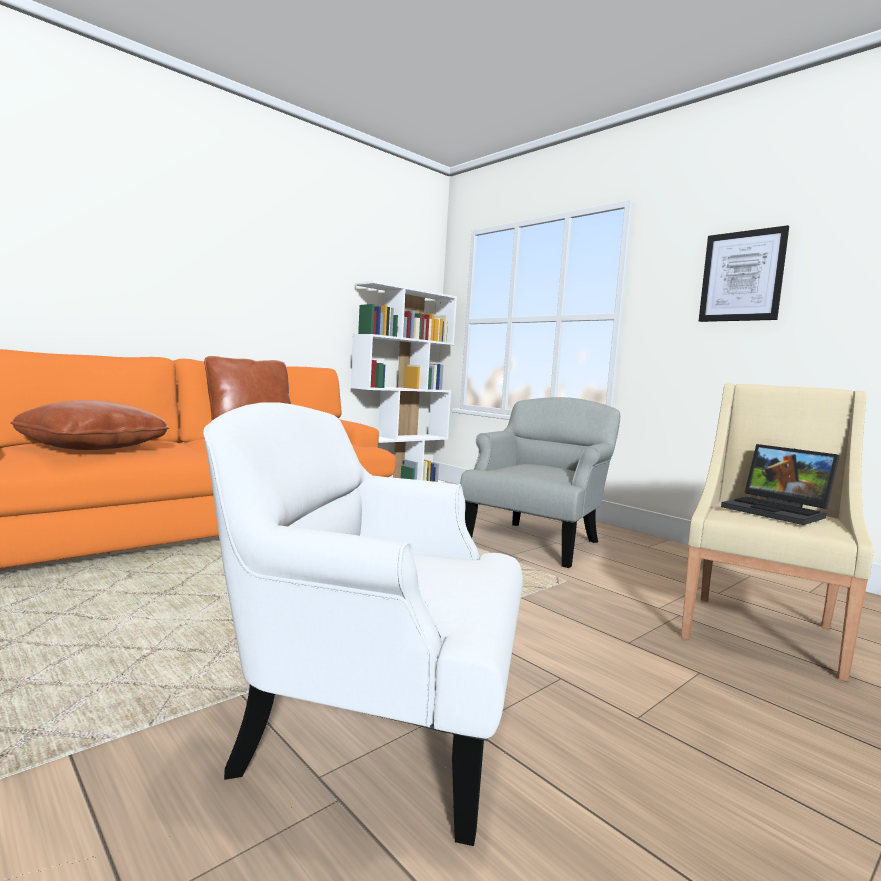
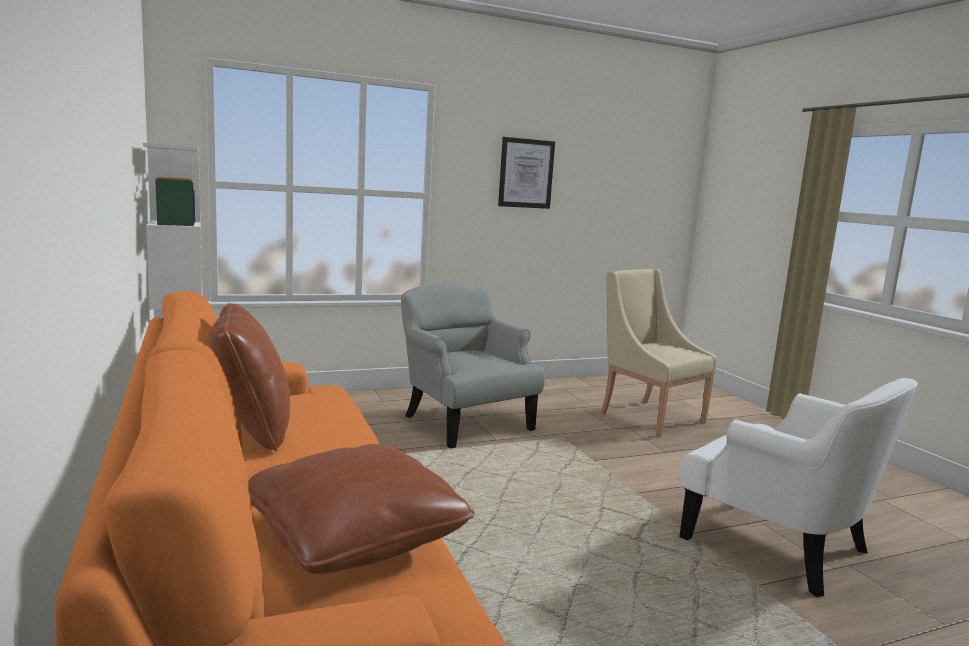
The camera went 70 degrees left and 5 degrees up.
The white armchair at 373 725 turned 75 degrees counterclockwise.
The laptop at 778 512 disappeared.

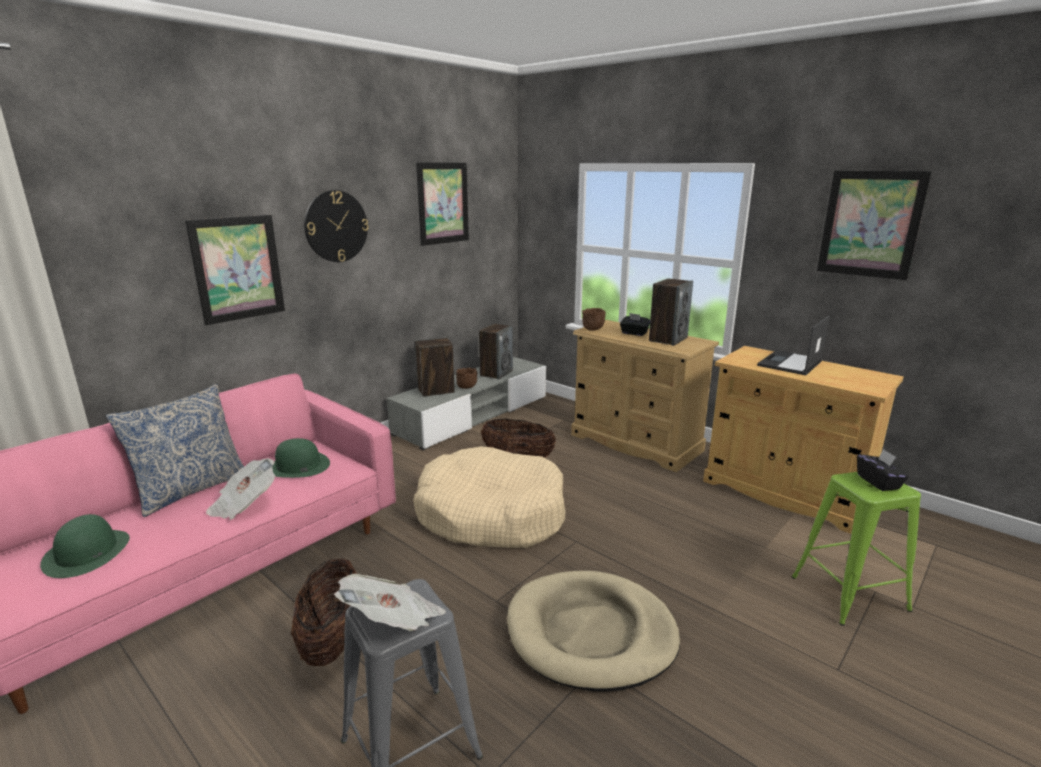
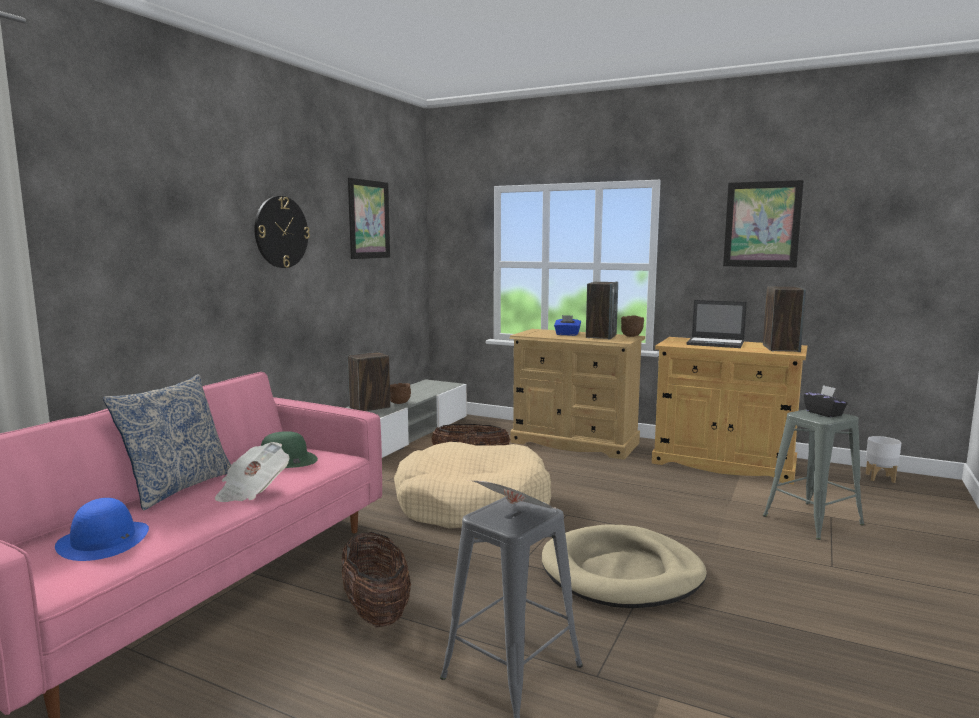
The camera went 15 degrees left and 10 degrees down.
The green hat at 87 553 became the blue hat at 103 540.
The picture at 238 268 disappeared.
The speaker moved from 496 373 to 780 348.
The brown bowl moved from 593 330 to 632 336.
The black tissue box at 634 333 became the blue tissue box at 567 334.
The laptop at 790 363 turned 90 degrees counterclockwise.
The green stool at 850 593 became the grey stool at 813 520.
The white planter at 880 478 appeared.

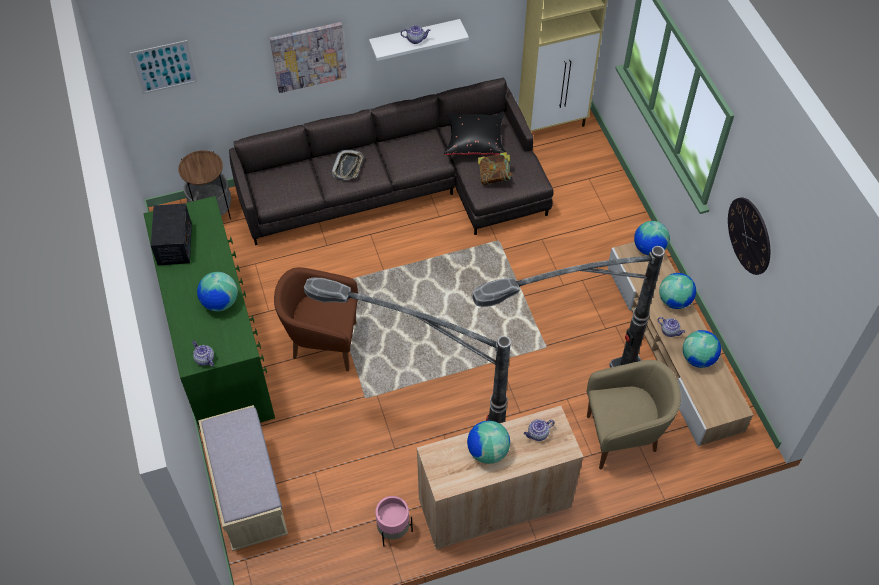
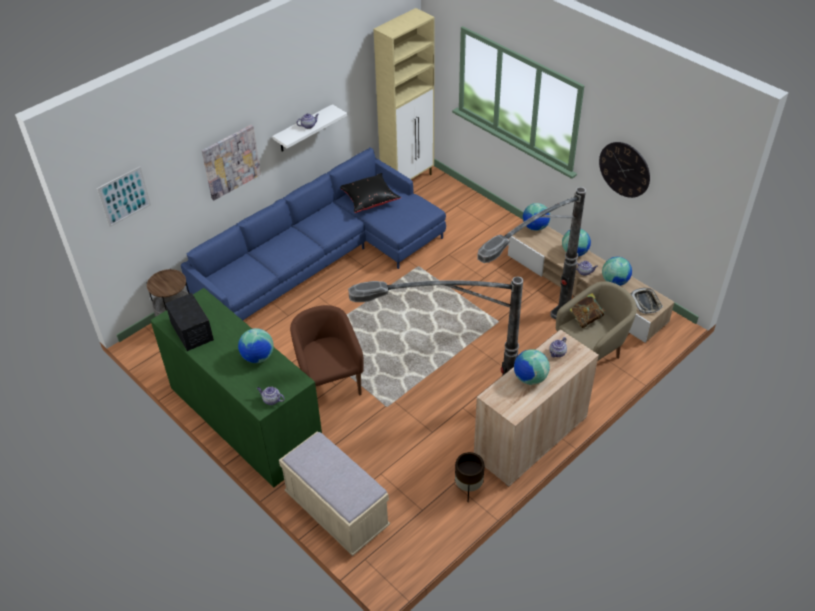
The camera went 25 degrees left and 10 degrees down.
The grey sofa at 403 188 became the blue sofa at 323 257.
The brown armchair at 323 344 turned 90 degrees clockwise.
The tray moved from 348 167 to 646 302.
The pink planter at 393 531 became the brown planter at 468 488.
The book moved from 494 177 to 585 319.

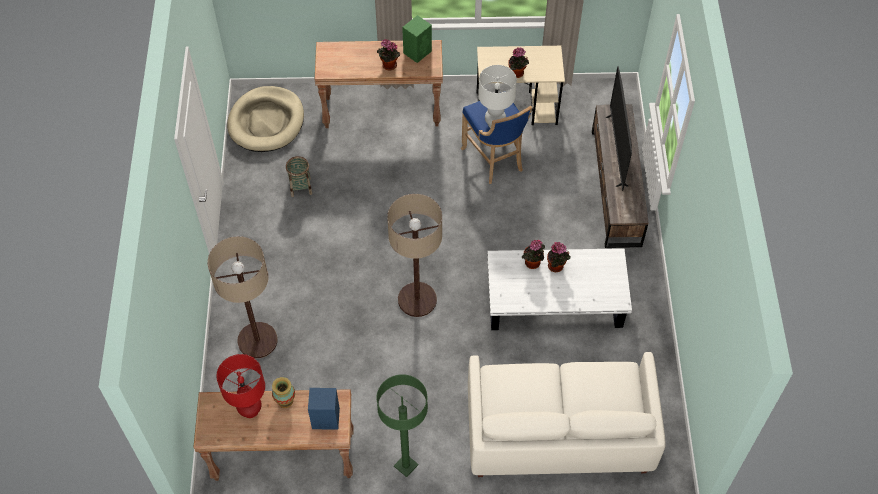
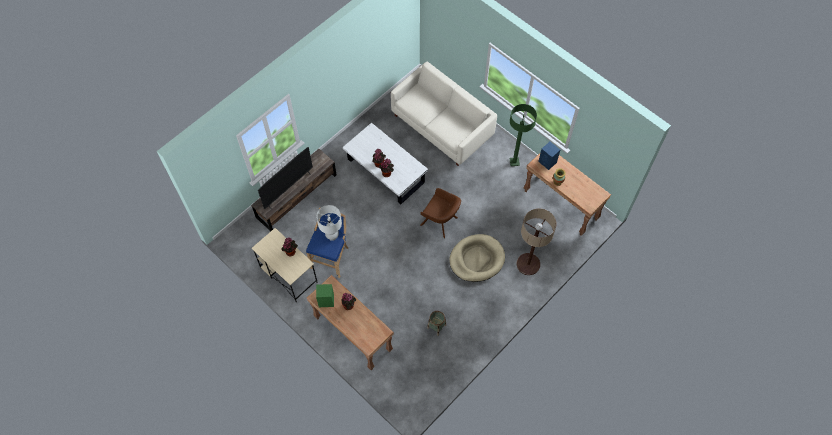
The camera went 135 degrees left and 5 degrees up.
The red table lamp at 250 410 disappeared.
The beige dog bed moved from 266 122 to 476 259.
The floor lamp at 417 299 was replaced by the brown armchair at 440 222.

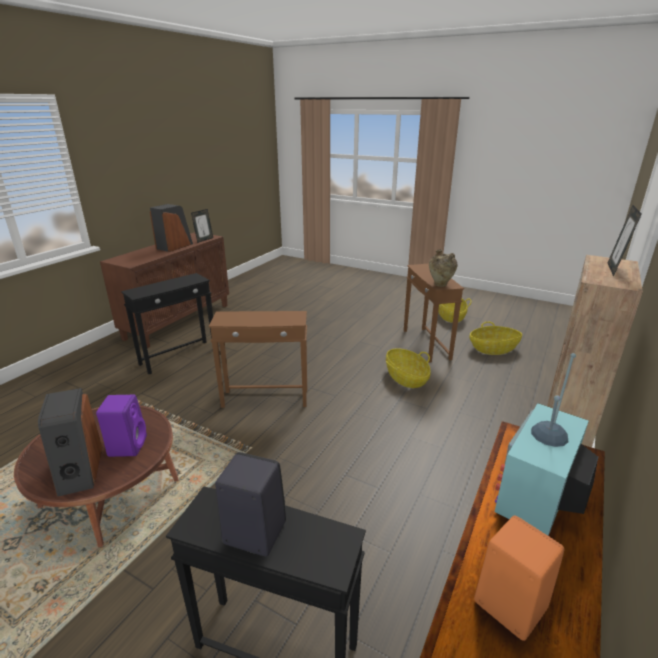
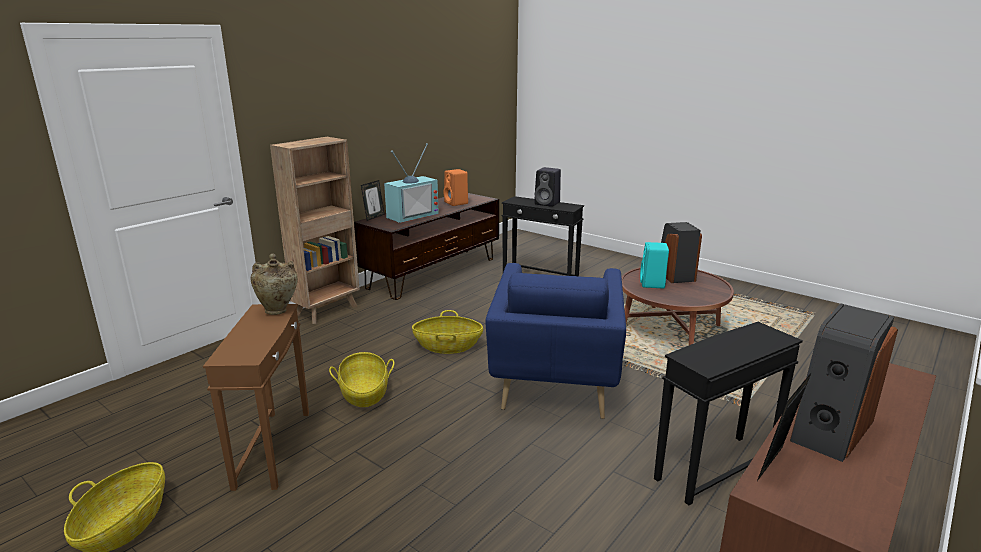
The camera went 170 degrees left and 5 degrees down.
The purple speaker at 128 445 became the turquoise speaker at 652 284.
The brown side table at 265 399 was replaced by the blue armchair at 554 385.
The basket moved from 493 349 to 448 346.
The picture frame moved from 614 270 to 374 217.

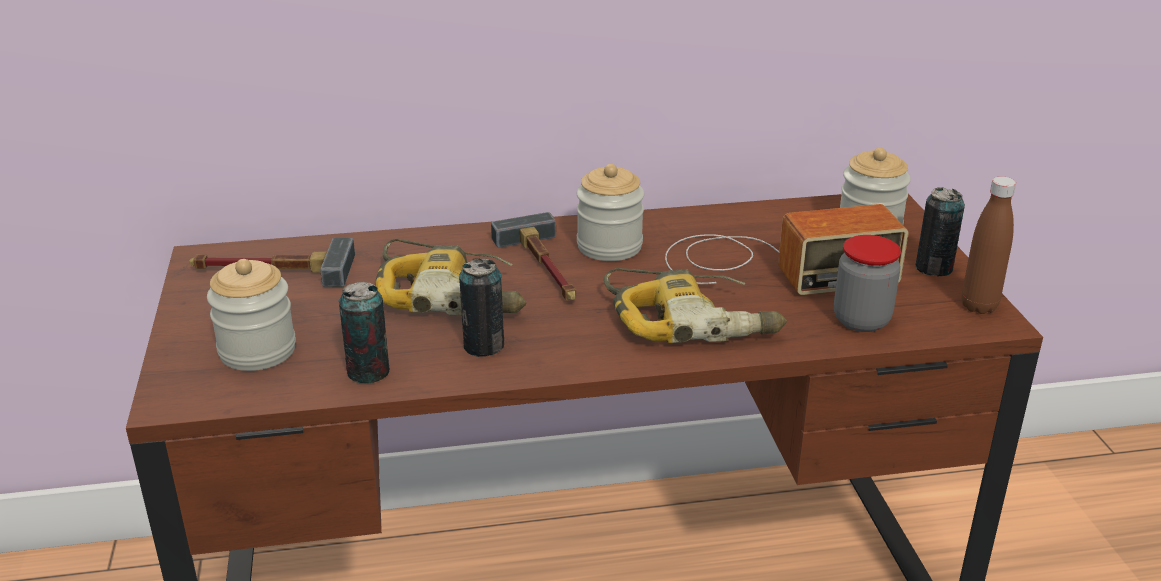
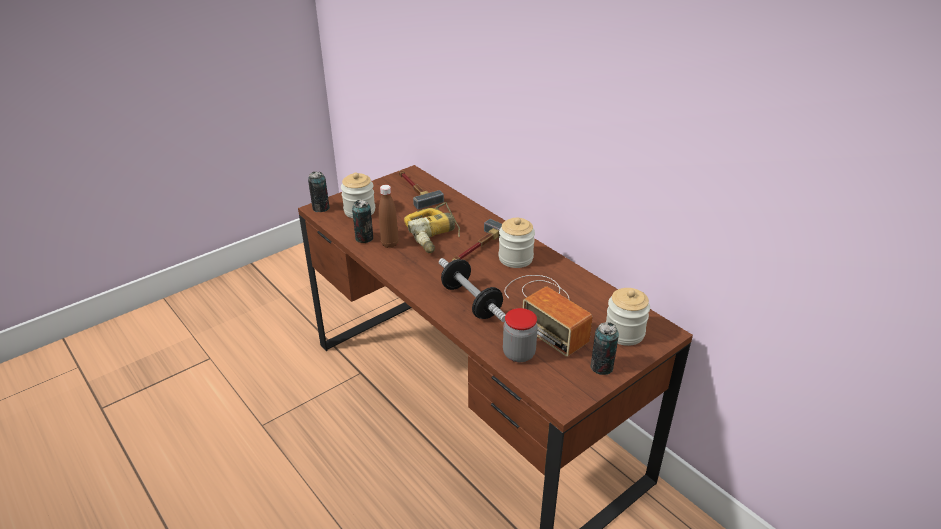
The camera went 60 degrees right and 5 degrees up.
The can moved from 484 346 to 321 208.
The power drill at 692 320 was replaced by the dumbbell at 471 302.
The brown bottle moved from 978 306 to 389 244.

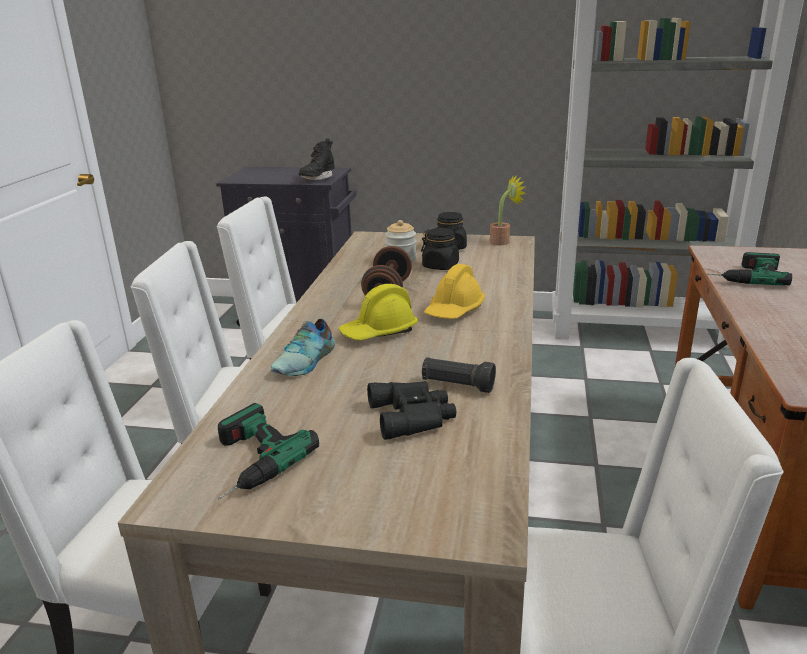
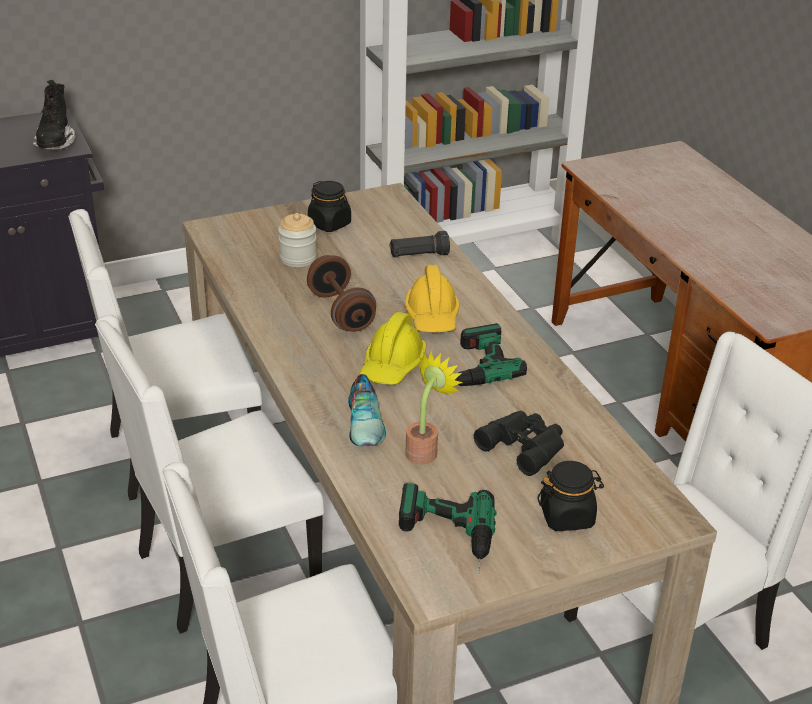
The camera went 35 degrees left and 10 degrees up.
The black jar moved from 440 266 to 567 516.
The black flashlight moved from 457 385 to 418 255.
The potted plant moved from 503 241 to 425 450.
The power drill moved from 743 275 to 469 366.

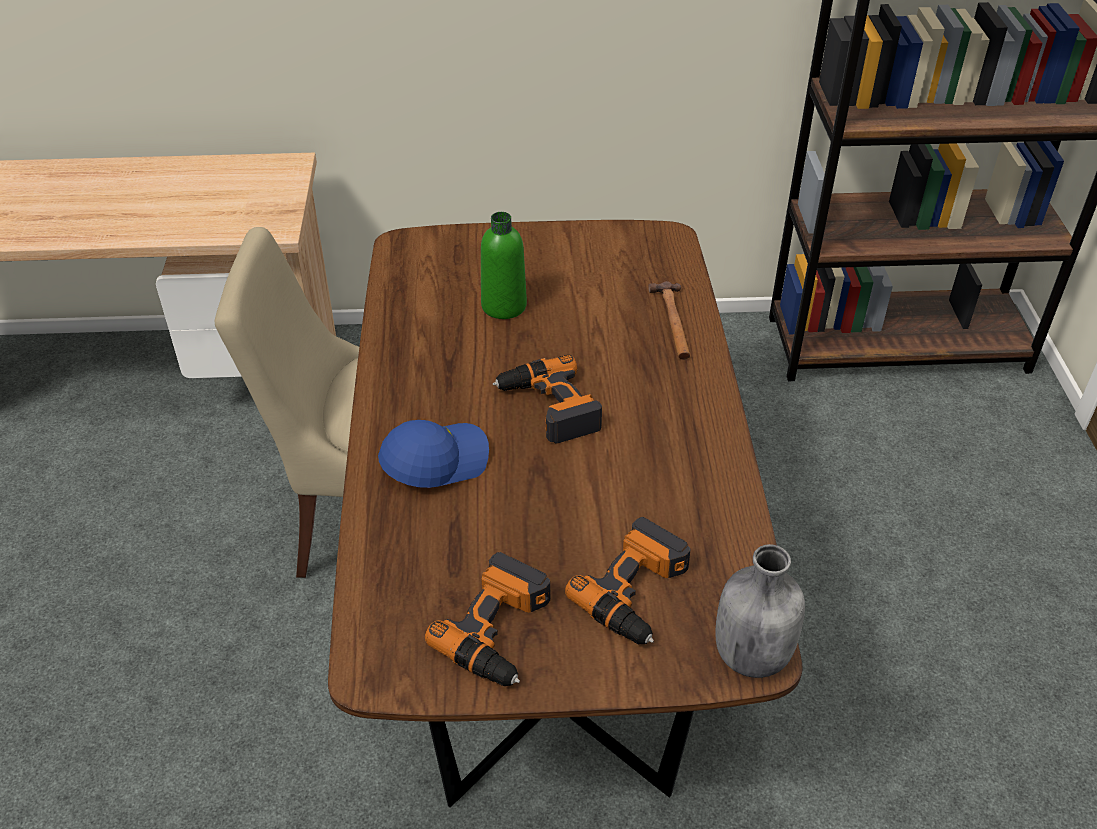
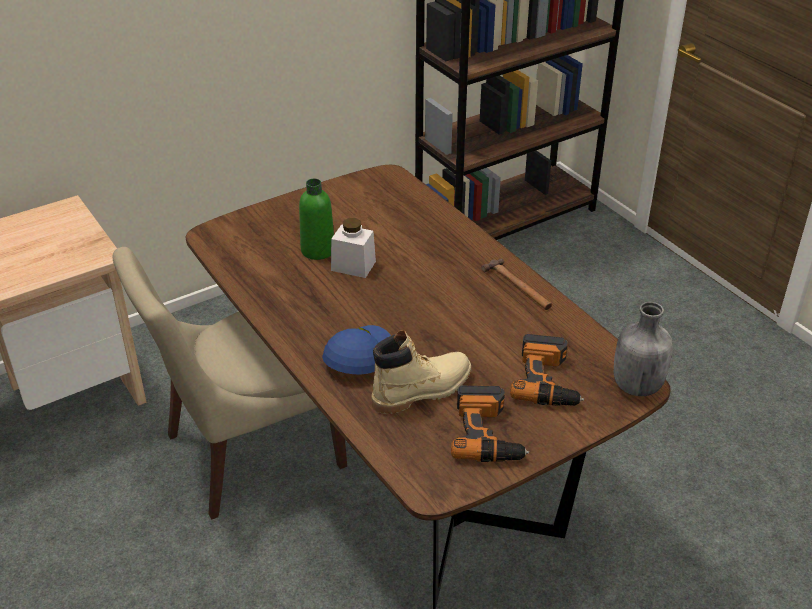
The camera went 30 degrees left and 5 degrees down.
The power drill at 548 407 disappeared.
The hammer moved from 672 322 to 518 287.
The white jar at 353 266 appeared.
The beige boot at 422 390 appeared.

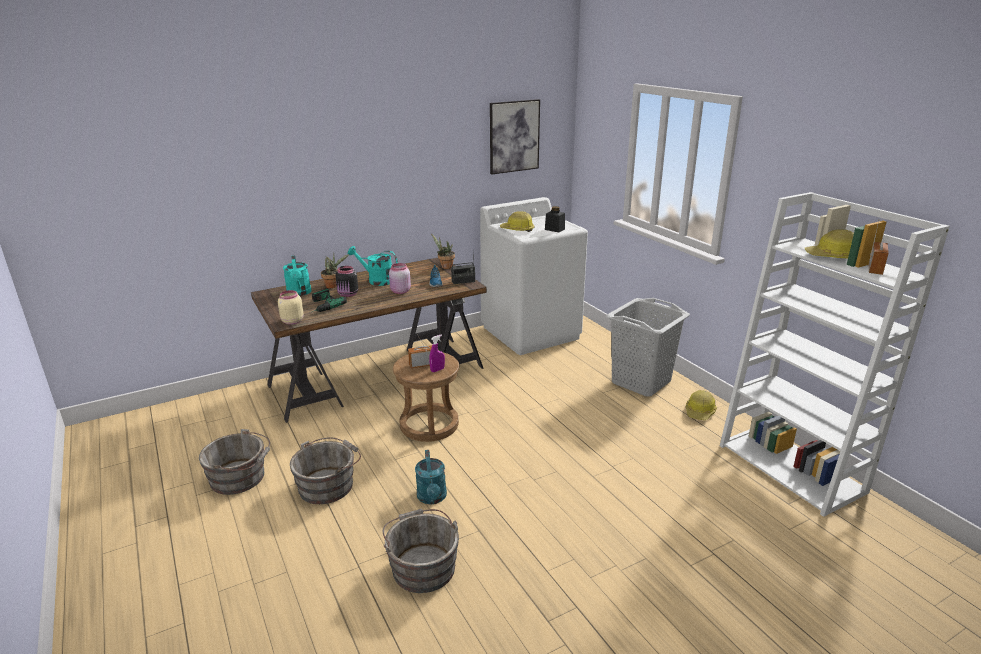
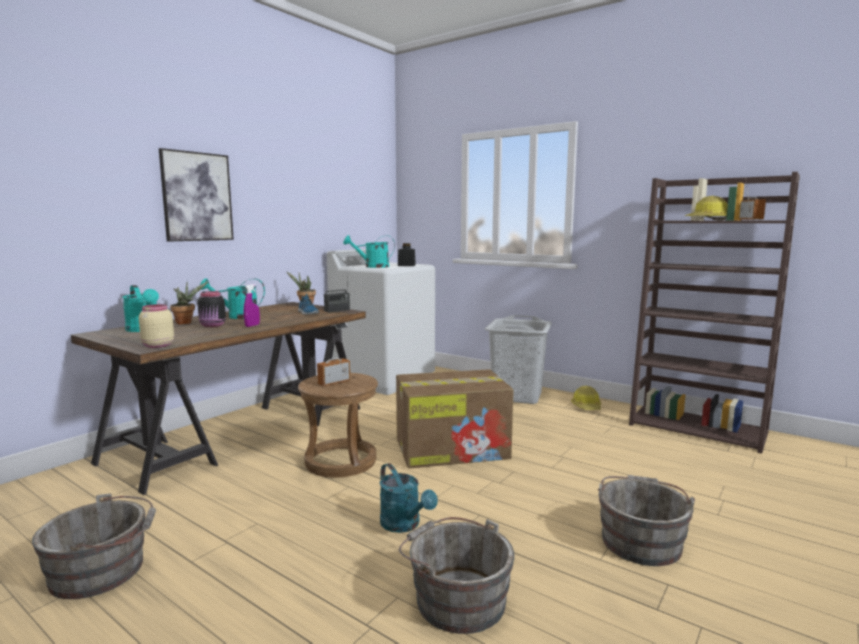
The camera went 25 degrees left and 15 degrees down.
The grey bucket moved from 329 485 to 640 540.
The power drill at 320 306 disappeared.
The pink jar at 400 291 disappeared.
The purple spray bottle moved from 437 370 to 252 325.
The picture moved from 514 136 to 197 197.
The hard hat at 517 230 was replaced by the turquoise watering can at 372 267.
The white bookcase at 792 468 became the brown bookcase at 699 428.
The cardboard box at 453 448 appeared.

